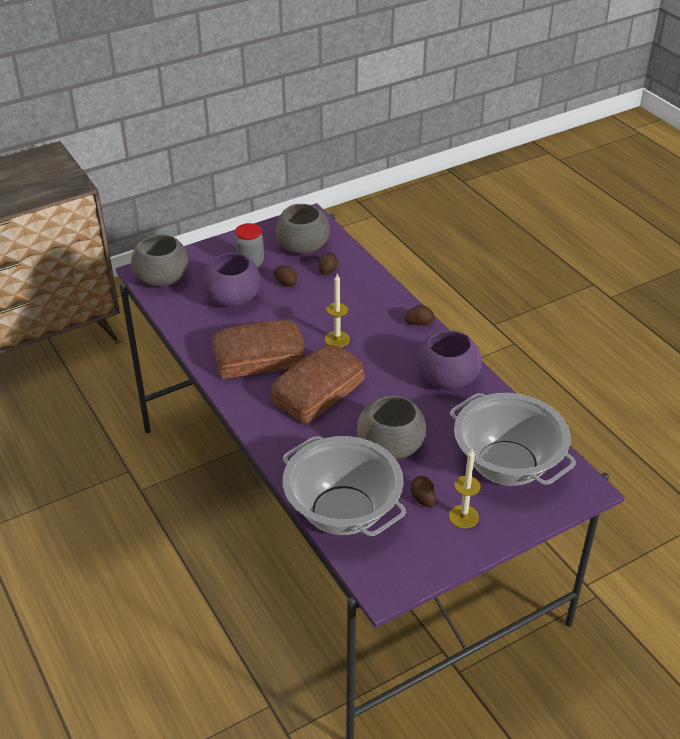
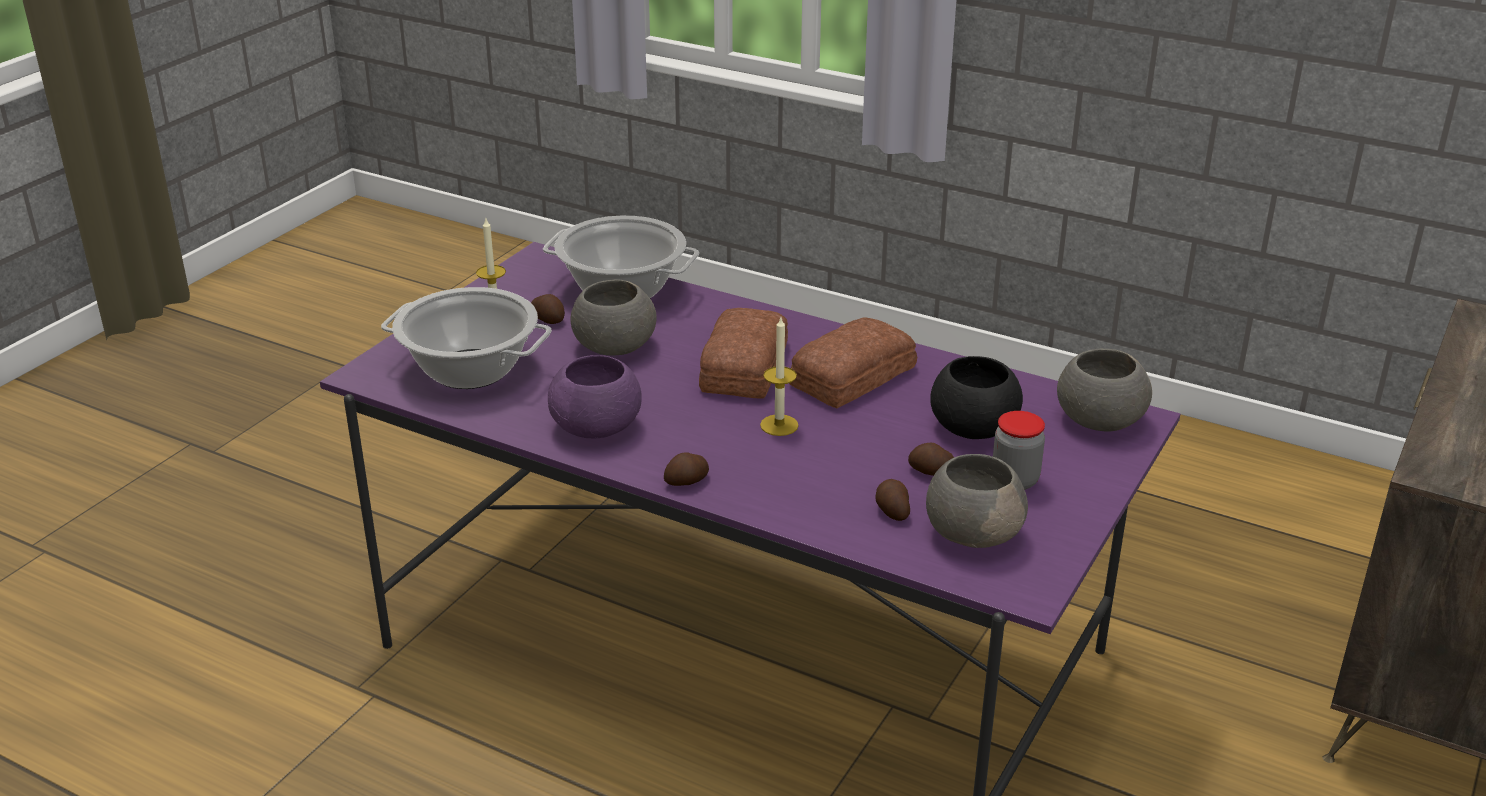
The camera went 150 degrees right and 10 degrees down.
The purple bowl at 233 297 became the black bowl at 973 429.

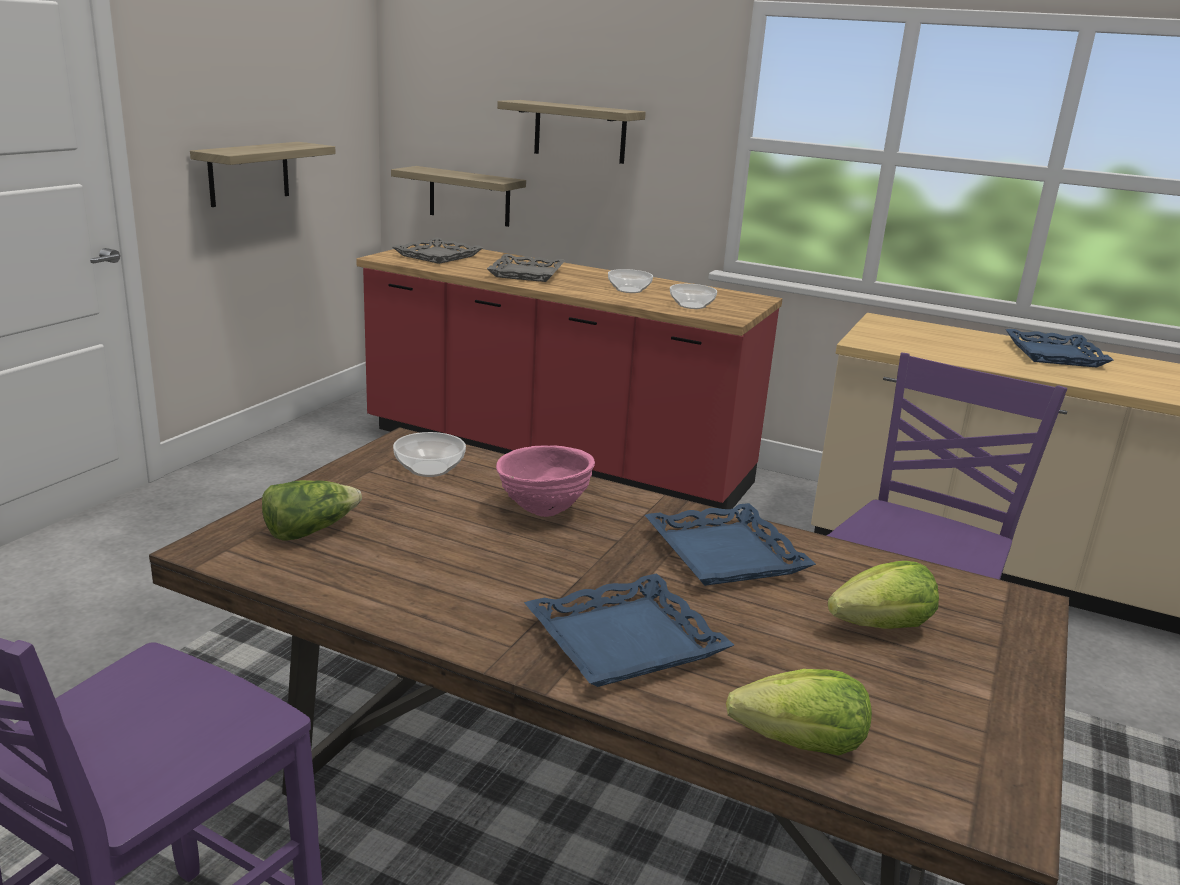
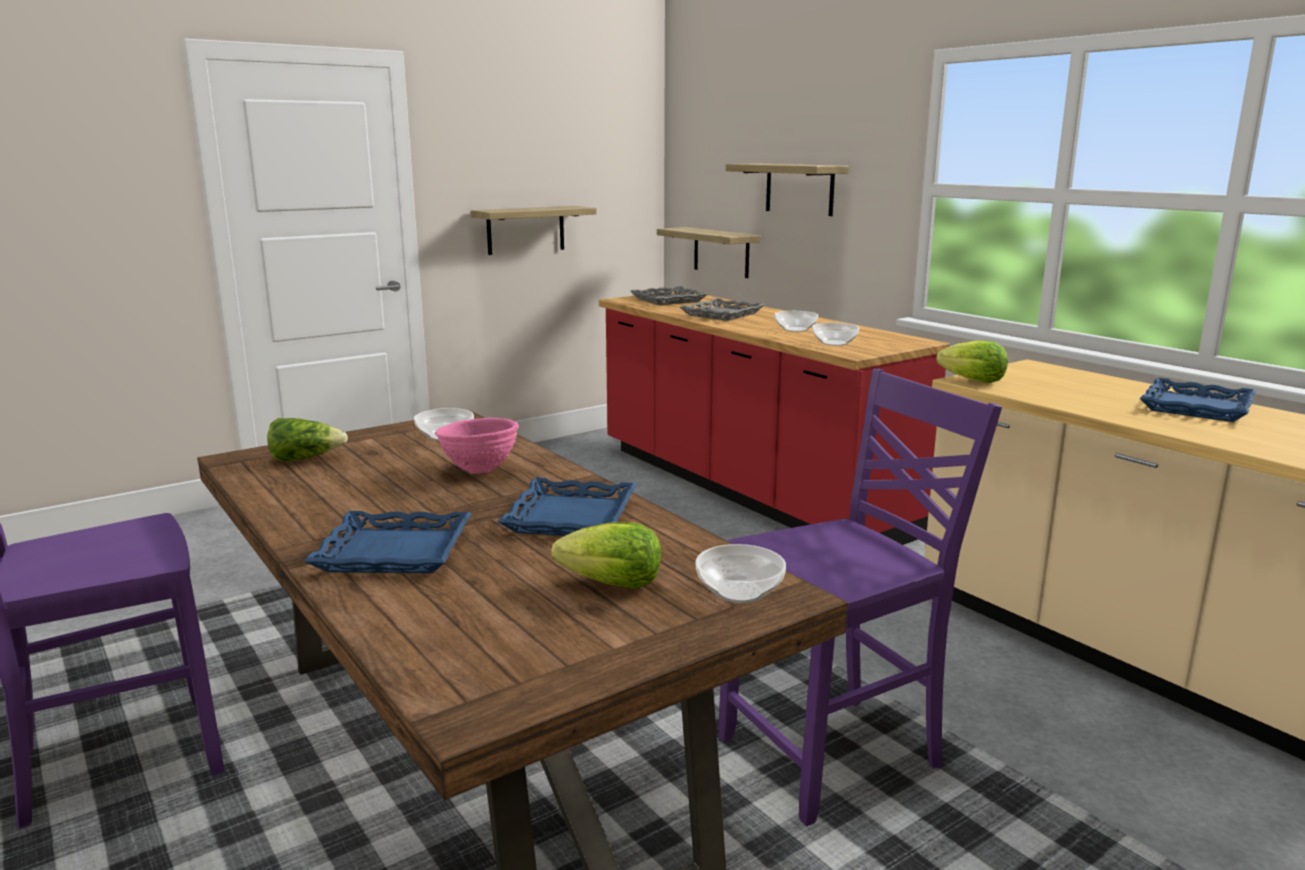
The camera went 30 degrees right and 5 degrees down.
The lettuce moved from 801 745 to 973 381.
The bowl at 741 592 appeared.

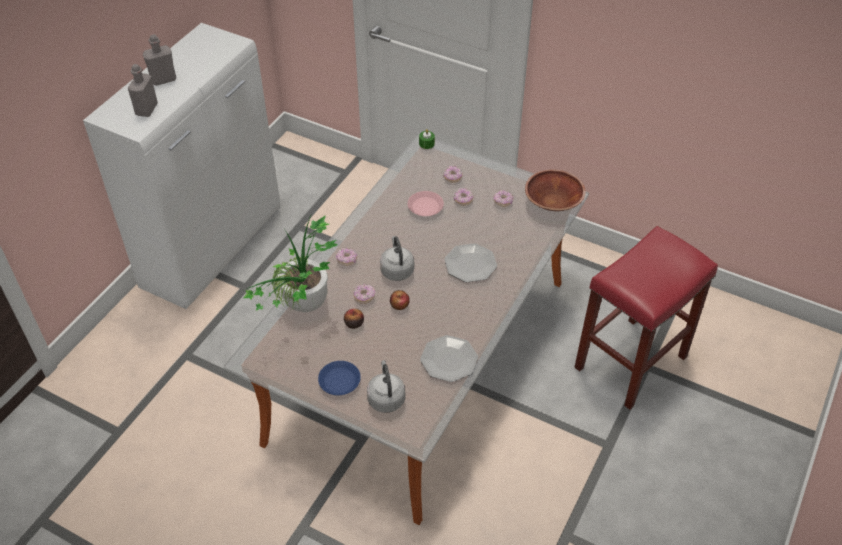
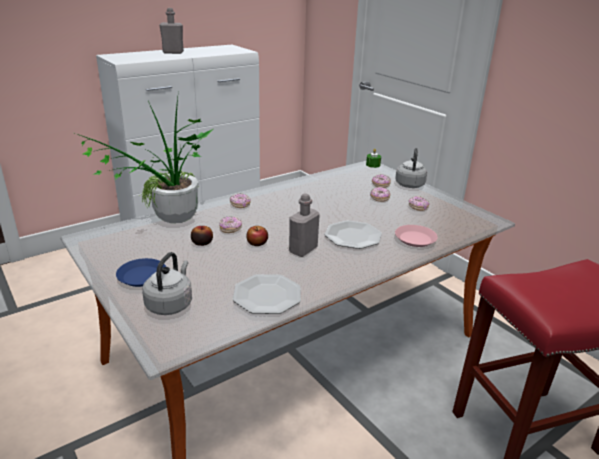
The camera went 25 degrees right and 20 degrees down.
The grey bottle moved from 146 109 to 303 250.
The grey kettle moved from 397 270 to 410 184.
The pink plate moved from 425 206 to 415 239.
The brown bowl at 553 203 disappeared.

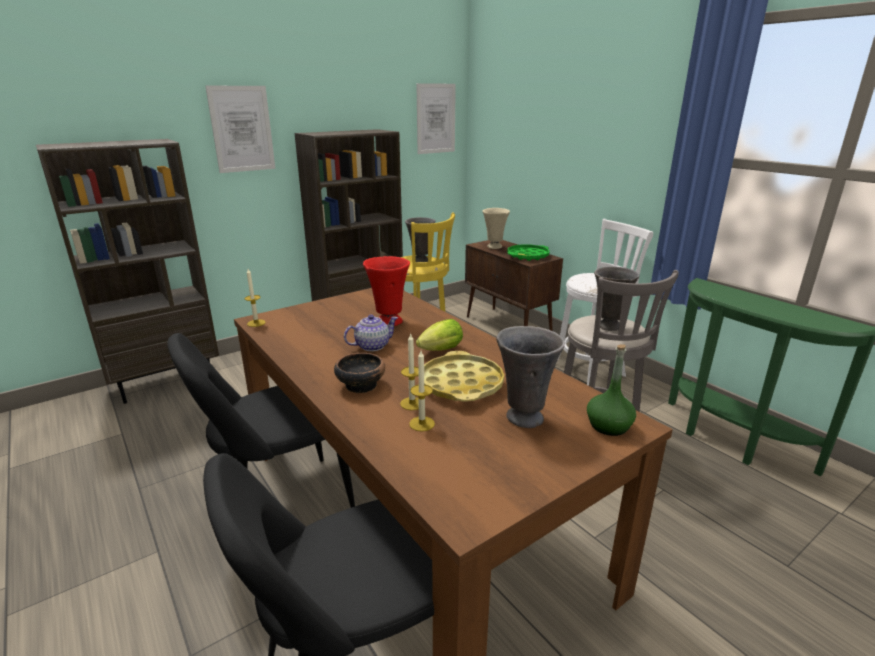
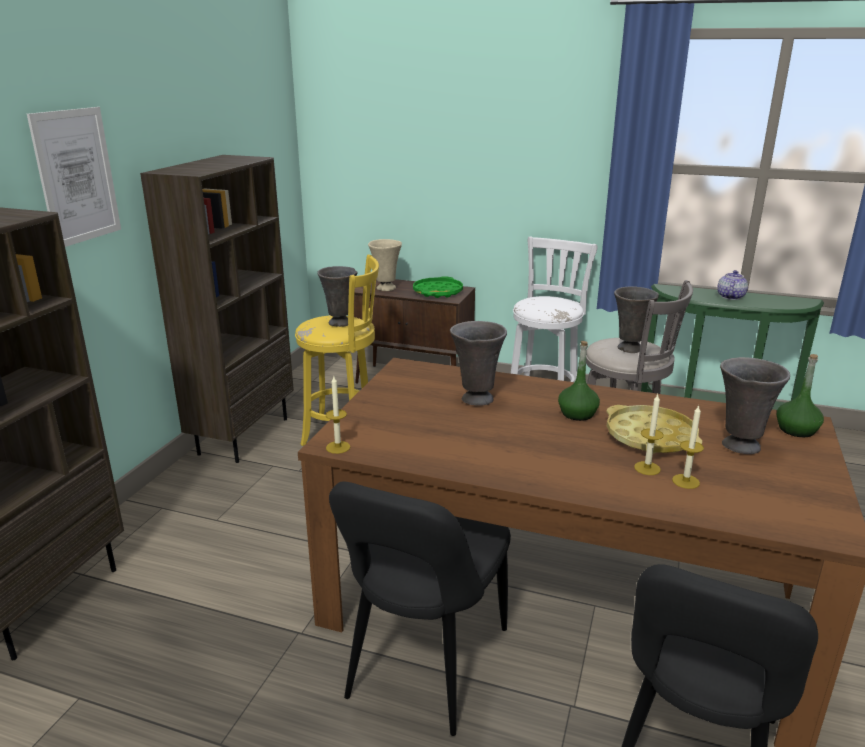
The camera went 35 degrees left and 0 degrees up.
The bowl at 360 385 disappeared.
The teapot moved from 372 346 to 730 297.
The red vase at 388 321 became the grey vase at 476 399.
The picture at 436 118 disappeared.
The lettuce at 438 351 was replaced by the green bottle at 577 413.

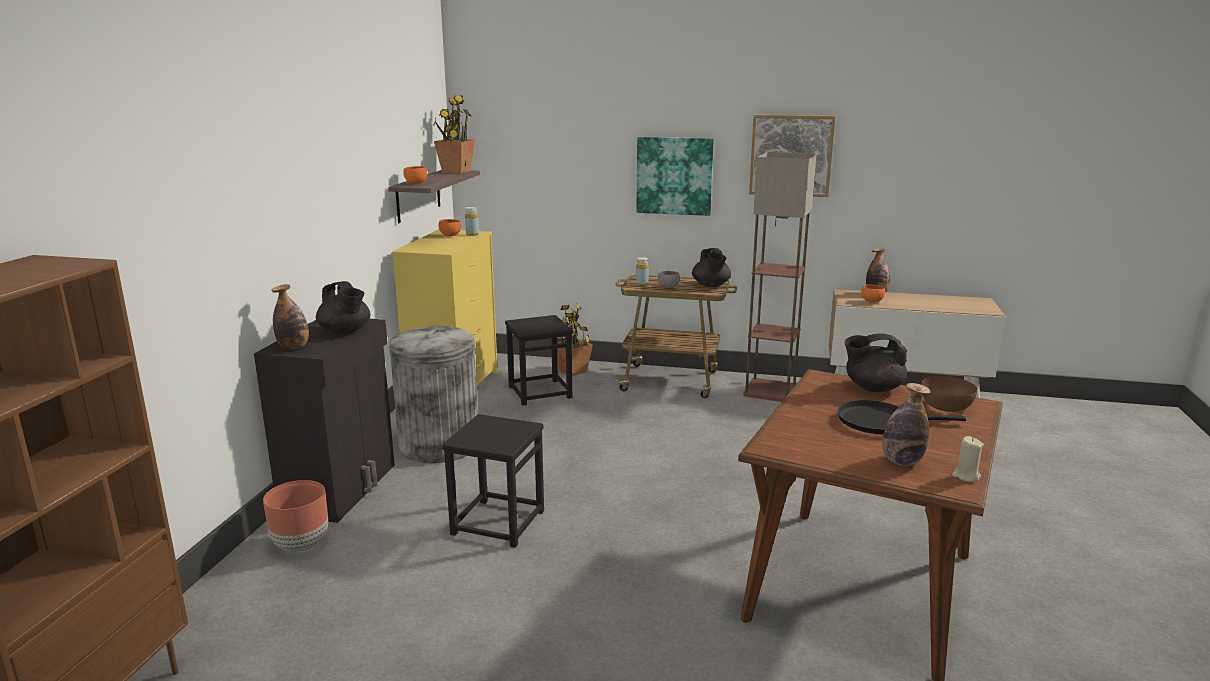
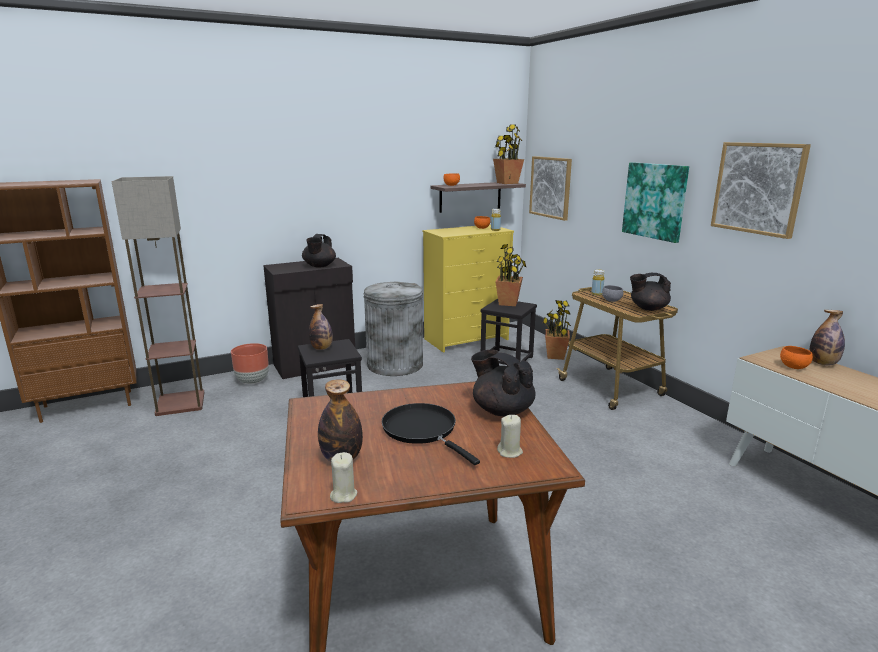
The camera went 50 degrees right and 0 degrees up.
The bottle moved from 294 347 to 322 348.
The black teapot at 711 285 turned 45 degrees clockwise.
The floor lamp moved from 769 391 to 179 403.
The brown bowl at 946 407 was replaced by the beige candle at 510 452.
The potted plant at 508 303 appeared.
The picture at 550 187 appeared.

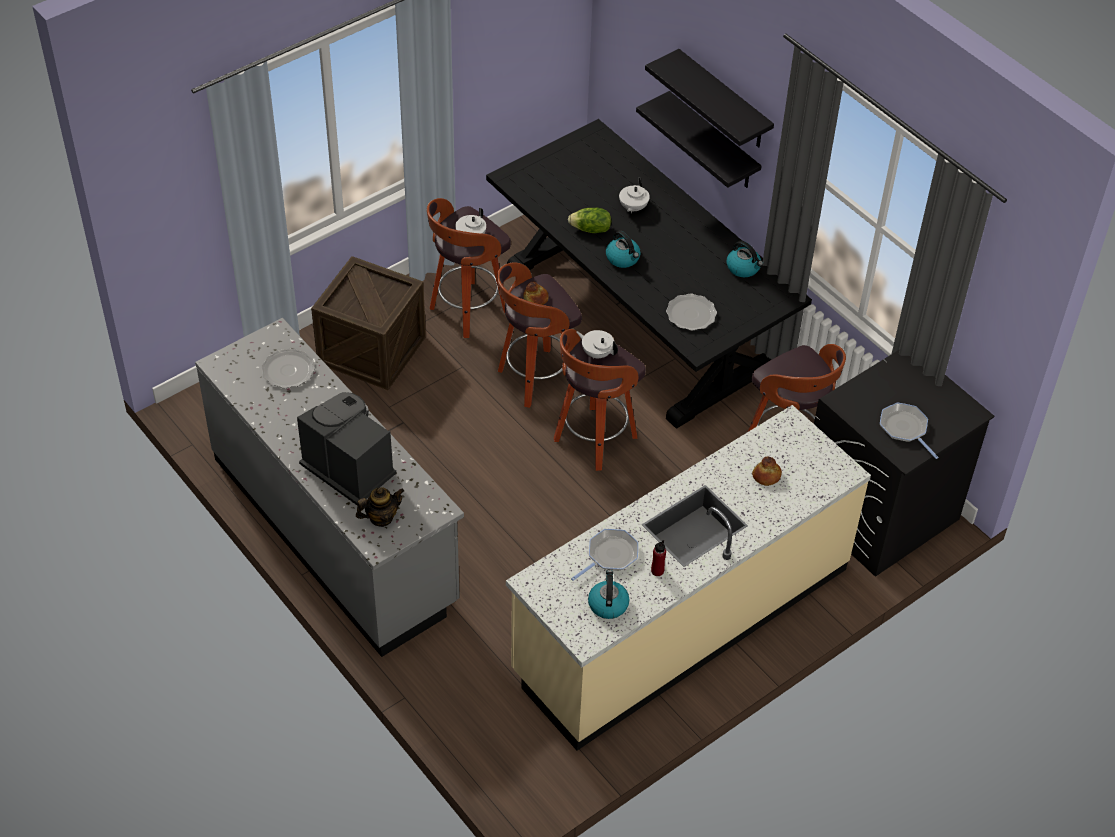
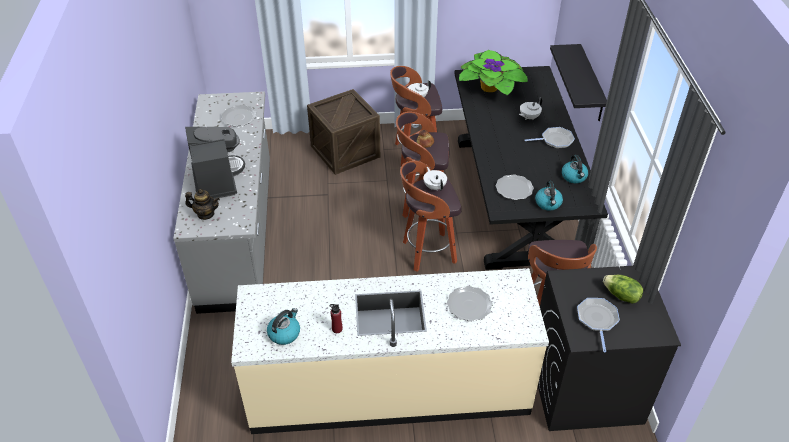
The camera went 35 degrees right and 5 degrees down.
The lettuce moved from 590 229 to 621 296.
The frying pan moved from 610 555 to 555 140.
The kettle moved from 623 258 to 548 203.
The black shelf at 723 101 disappeared.
The bread at 766 476 was replaced by the plate at 469 305.
The potted plant at 491 87 appeared.

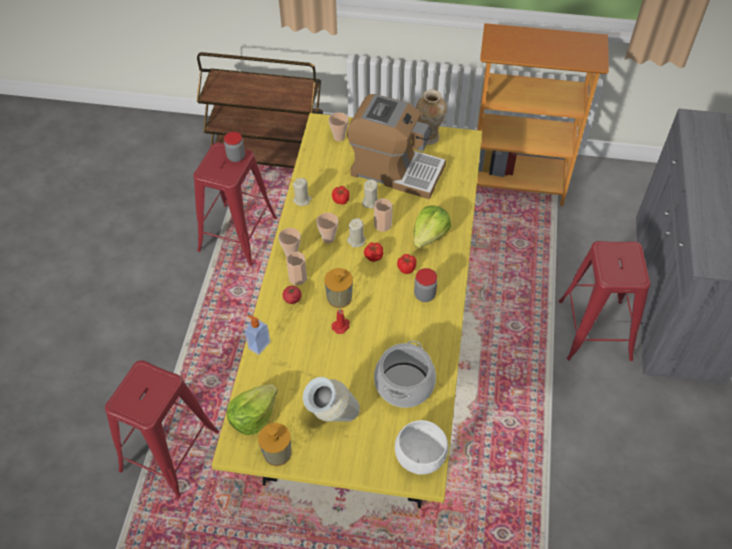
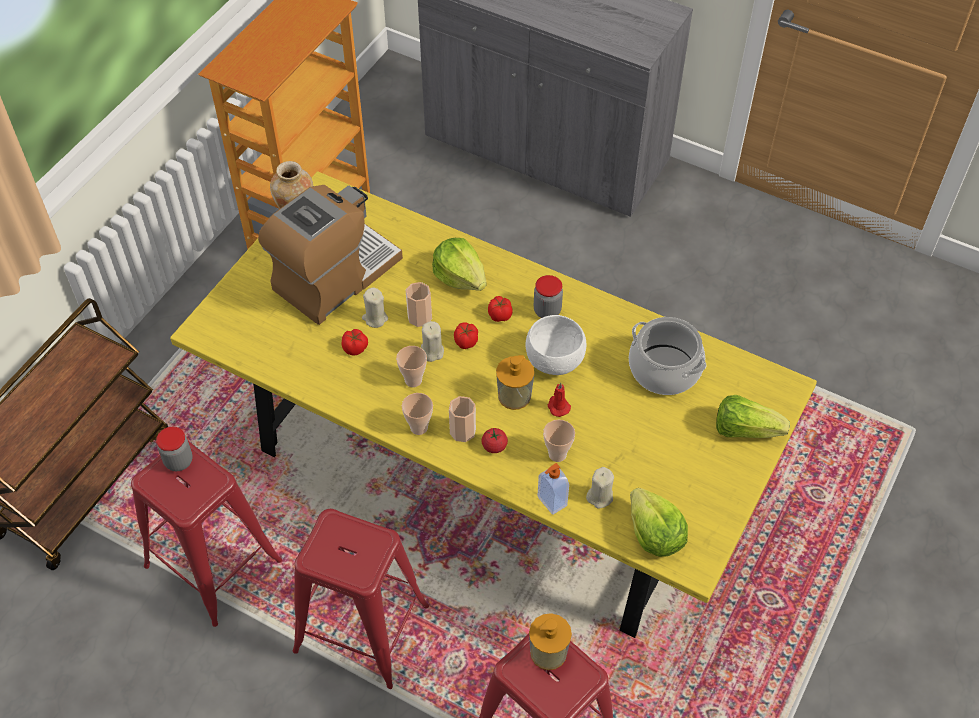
The camera went 70 degrees left and 0 degrees up.
The soap dispenser moved from 277 453 to 548 652.
The beige candle moved from 302 200 to 600 496.
The vase at 332 419 disappeared.
The cup moved from 339 137 to 557 454.
The white bowl moved from 420 458 to 555 362.
The red stool moved from 594 329 to 361 628.
The lettuce at 745 430 appeared.

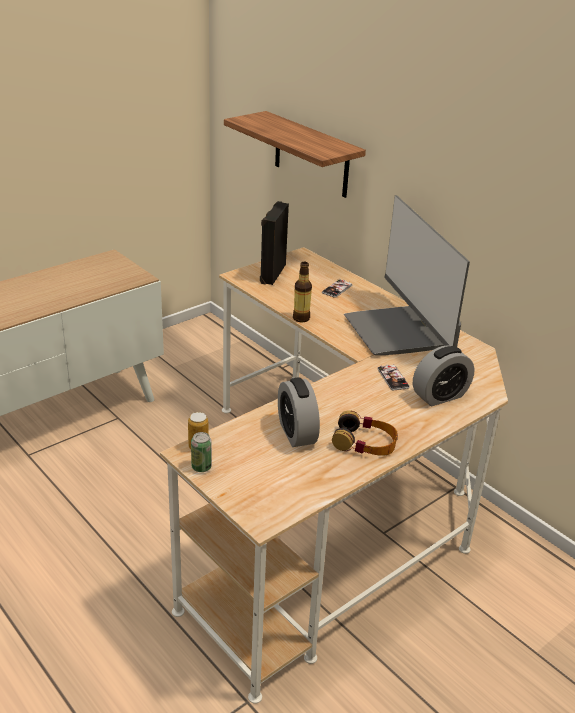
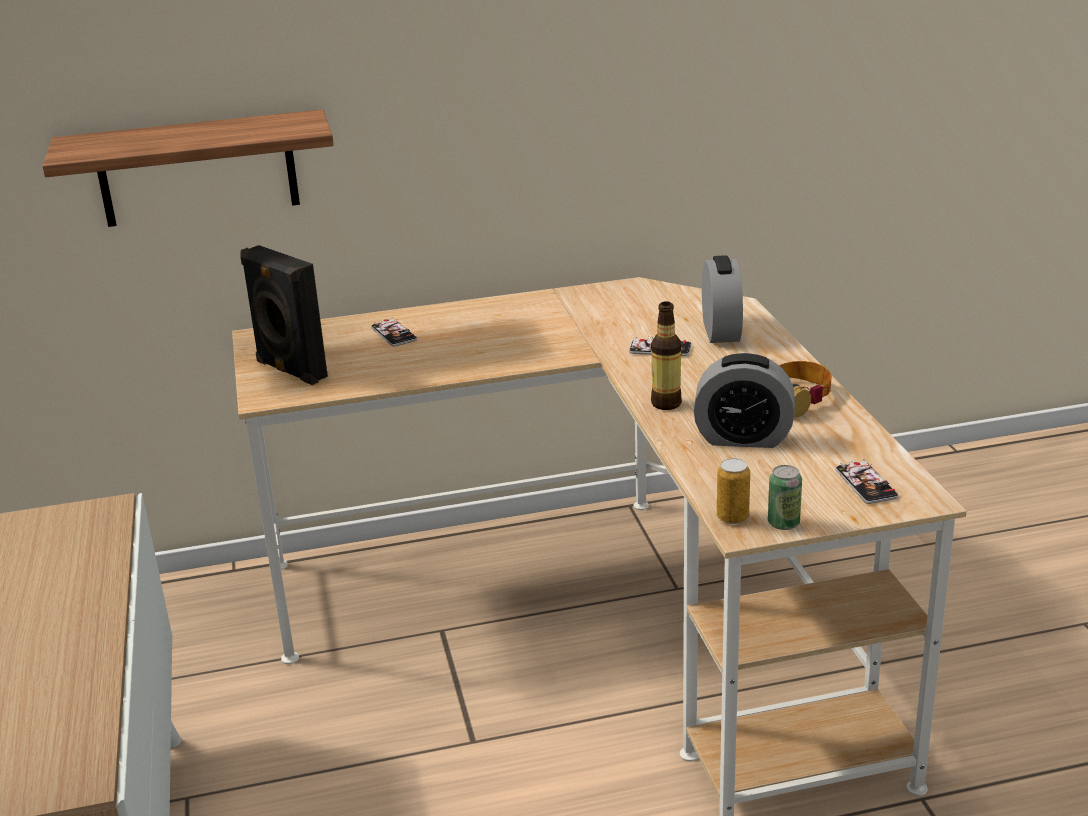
The camera went 60 degrees left and 5 degrees down.
The bottle moved from 301 318 to 666 403.
The monitor at 397 332 disappeared.
The phone at 866 484 appeared.

